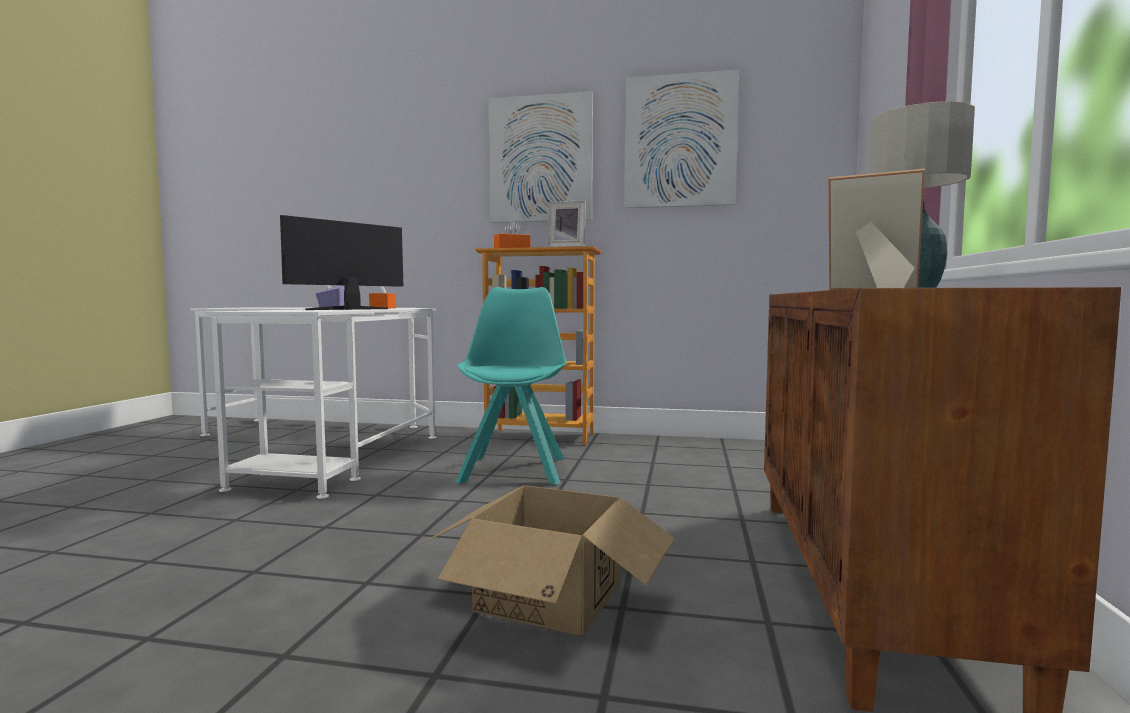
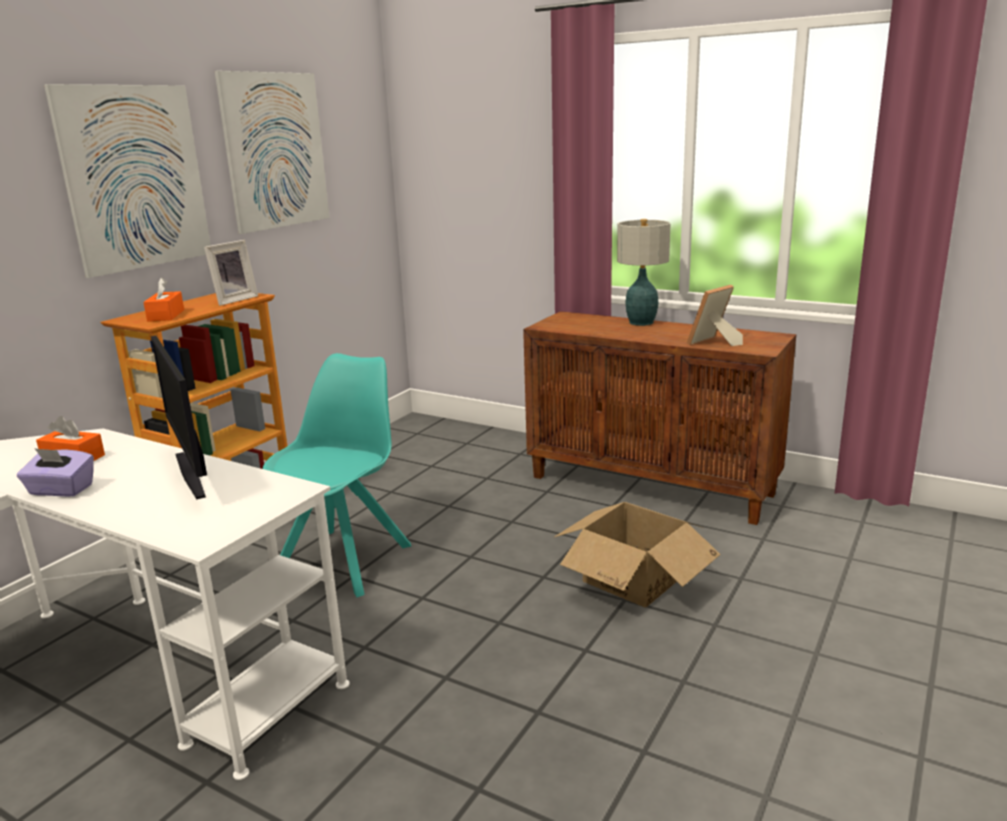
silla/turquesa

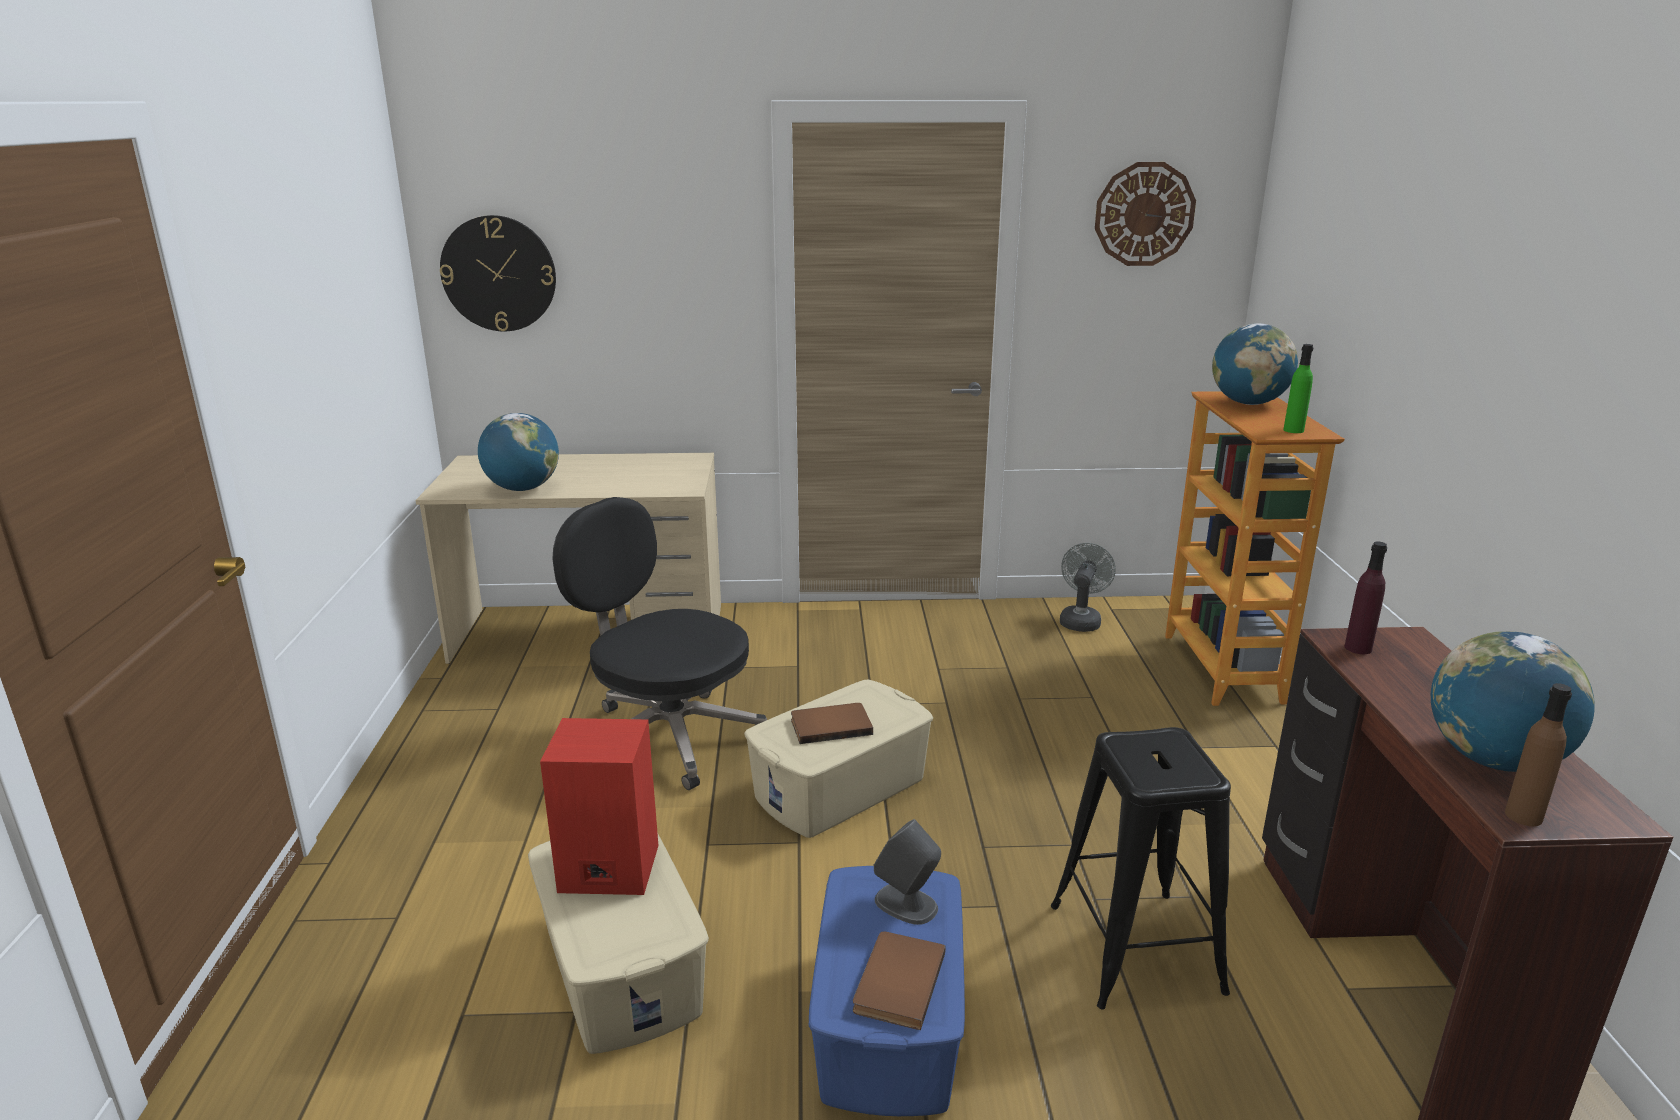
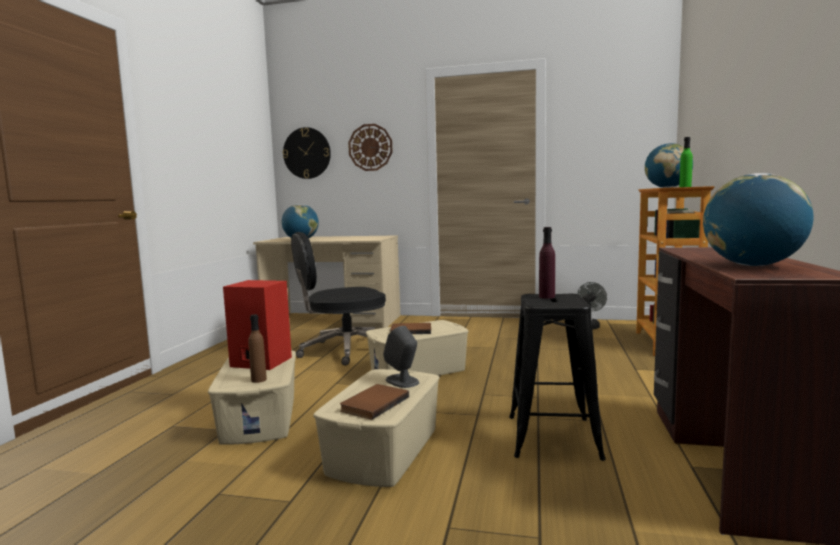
reloj de pared (2nd from left); botella/morado; botella/marrón; caja de almacenaje/beis (2nd from left); silla de oficina/negro

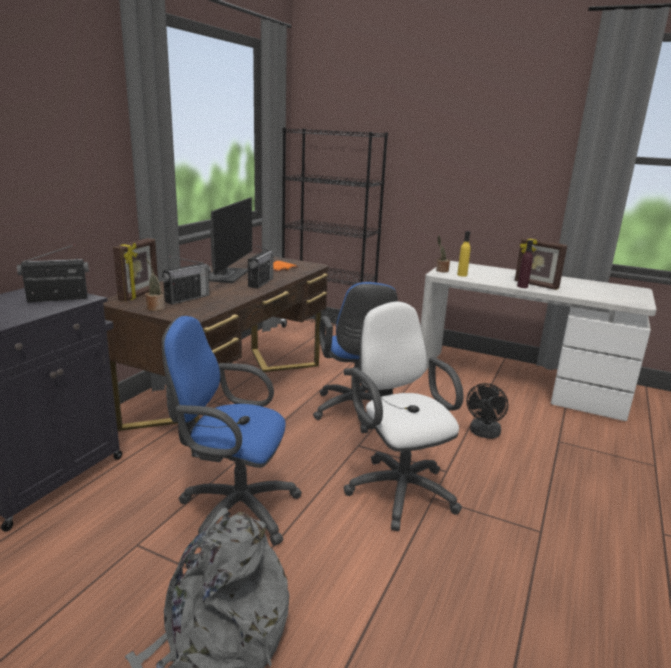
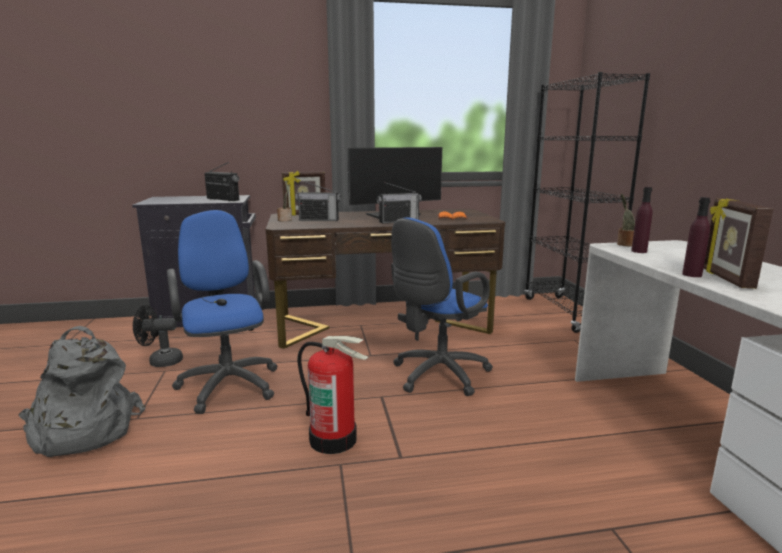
ventilador/negro; extintor; botella/morado (1st from left)

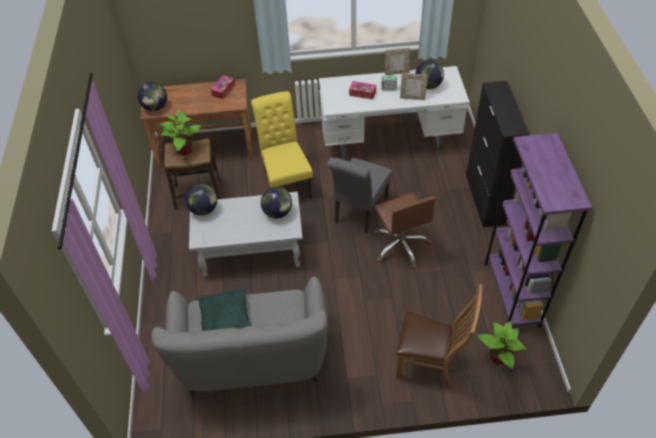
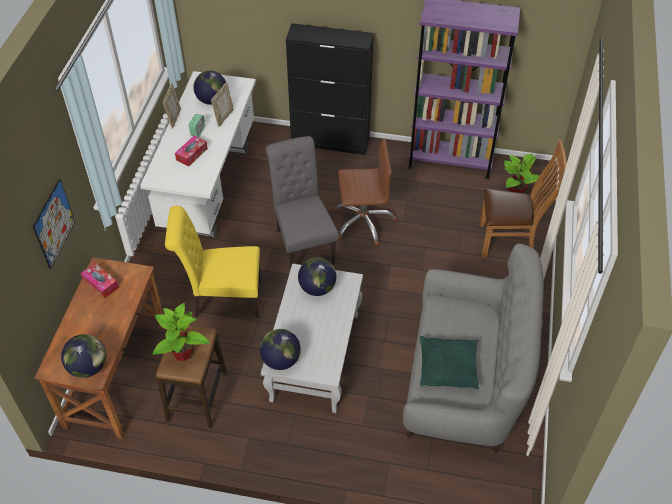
cuadro; silla/gris; silla/marrón

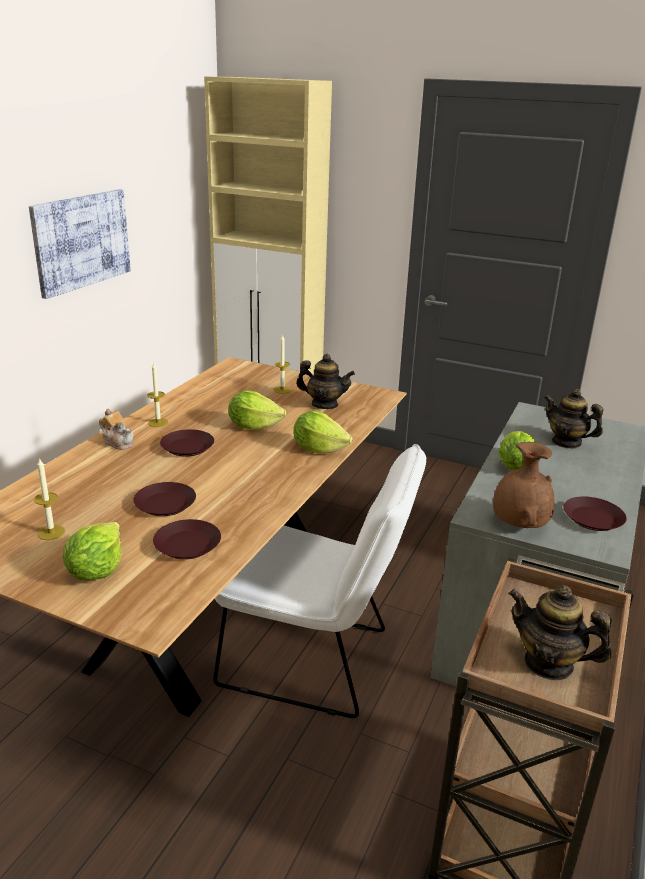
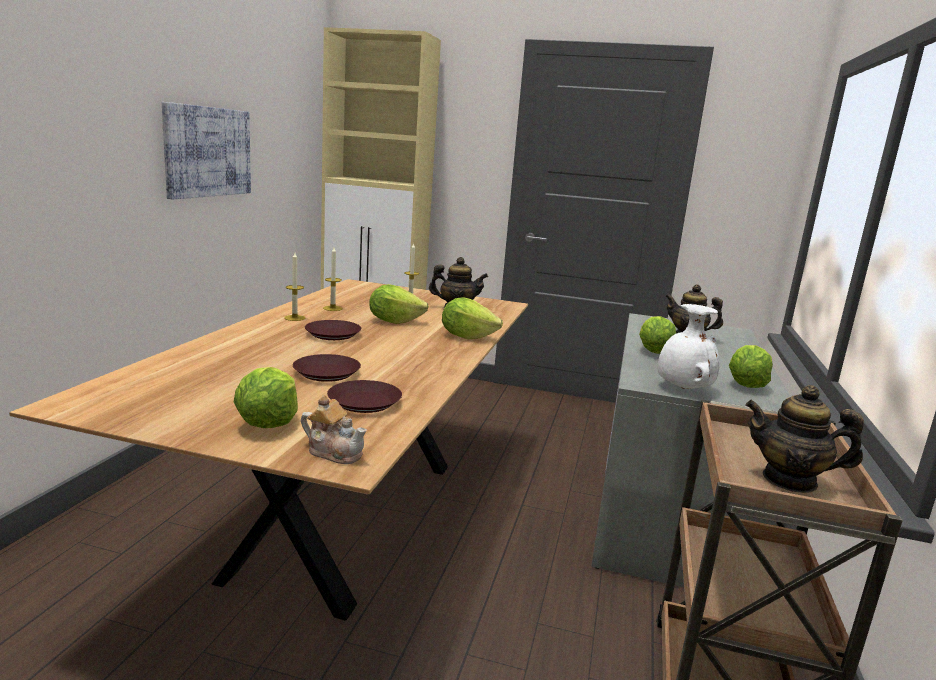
silla/blanco; vela (2nd from left); tetera (1st from left); lechuga (5th from left); florero/blanco

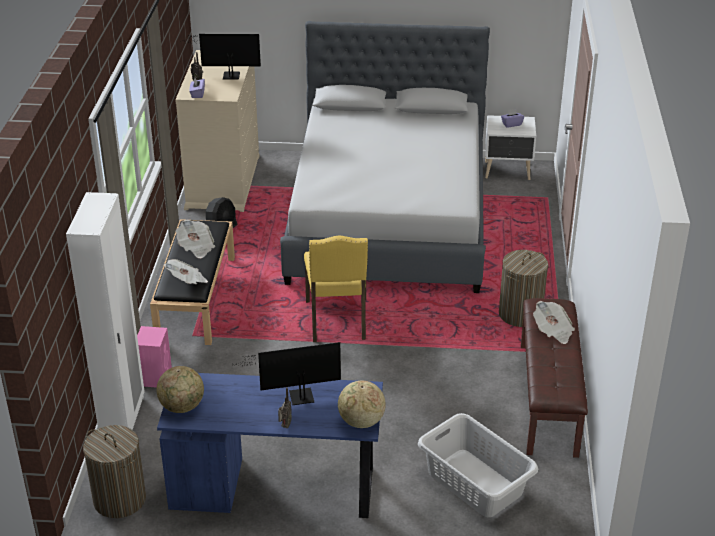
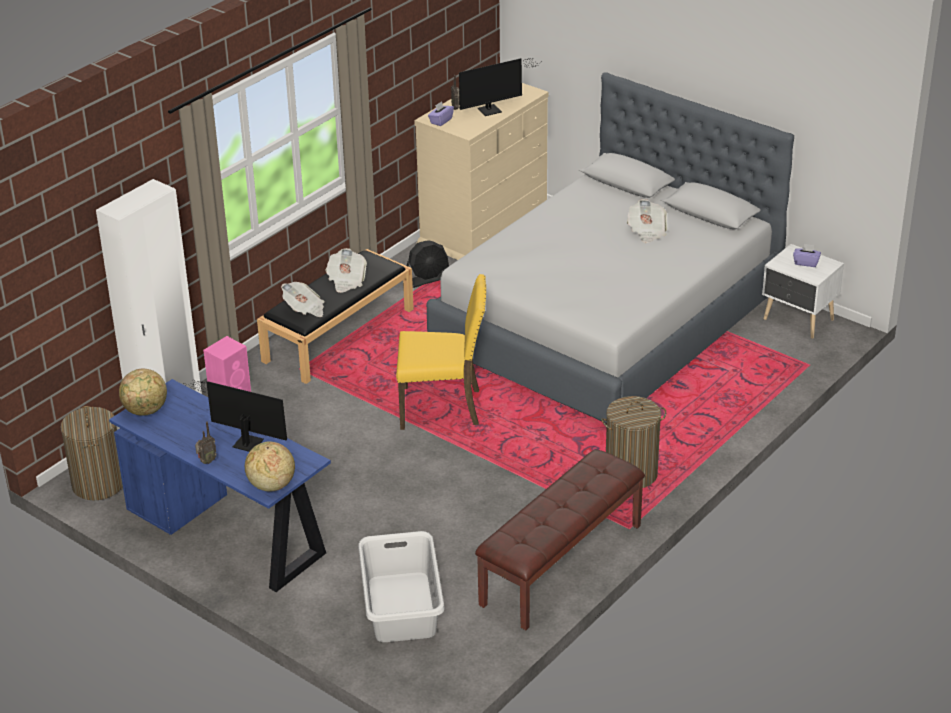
periódico (3rd from left); monitor (2nd from left); silla/amarillo

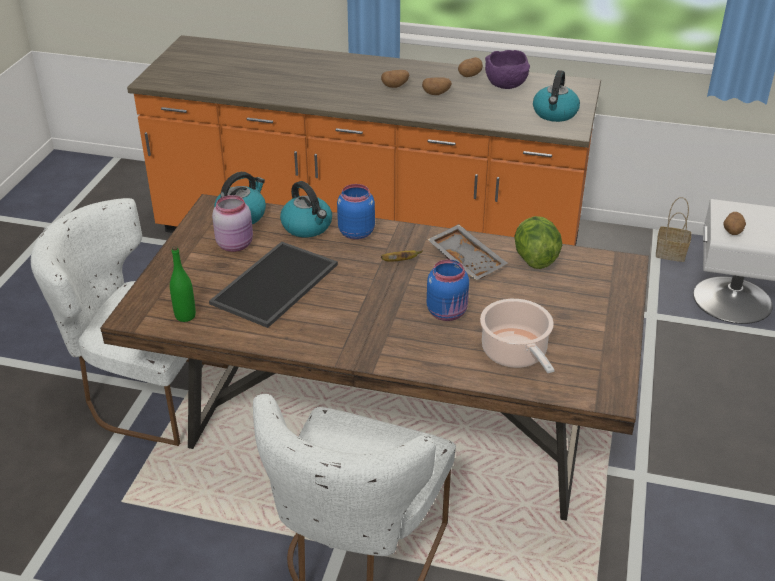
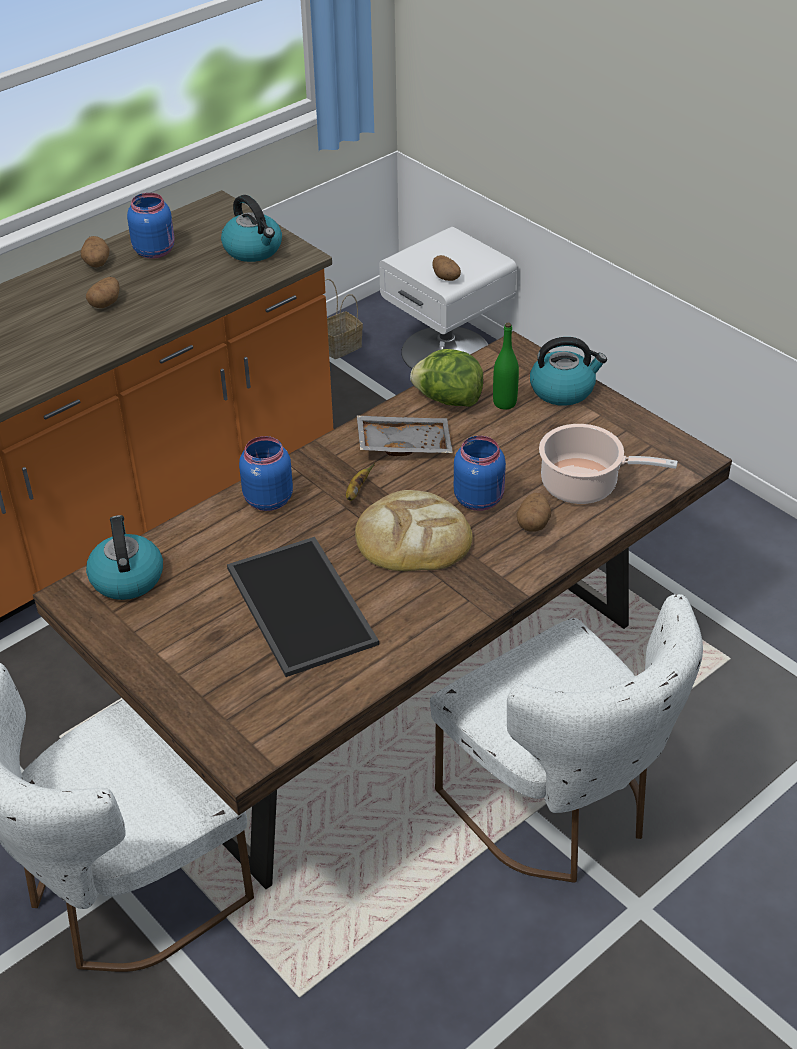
tarro/rosa; pan; botella/verde; hervidor (3rd from left); patata (4th from left); tarro/azul (1st from left)

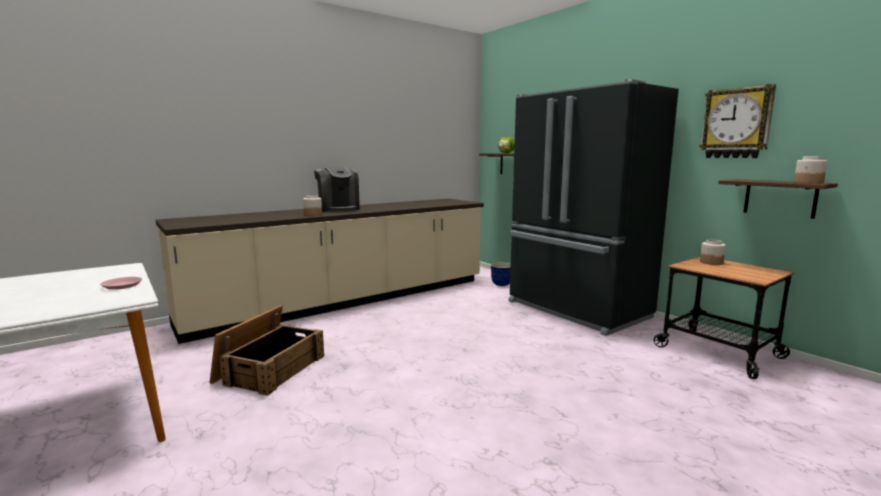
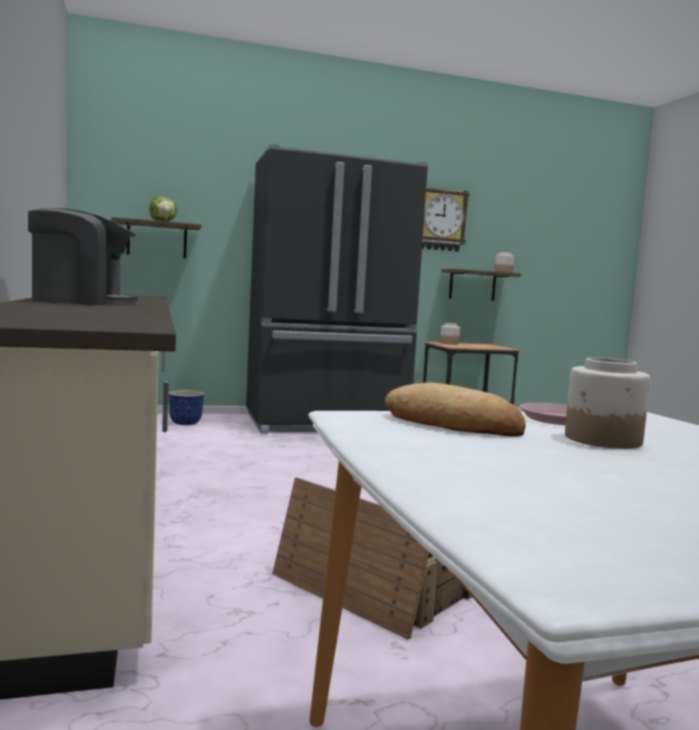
pan; tarro (3rd from left)

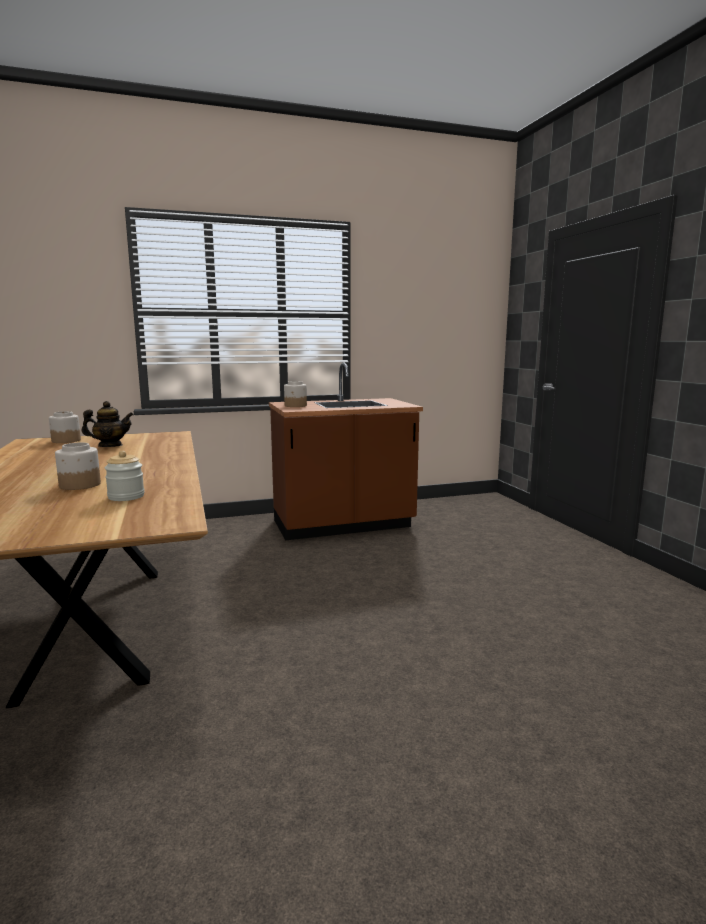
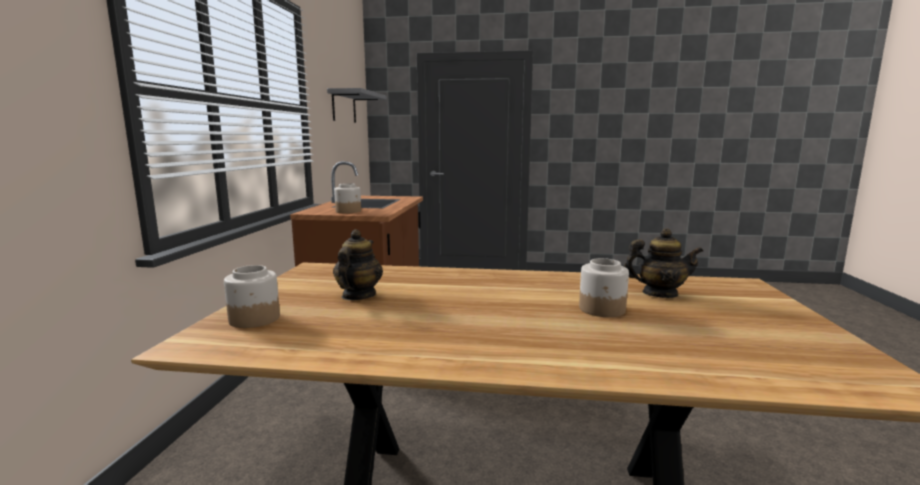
estante/gris; tetera (2nd from left)

